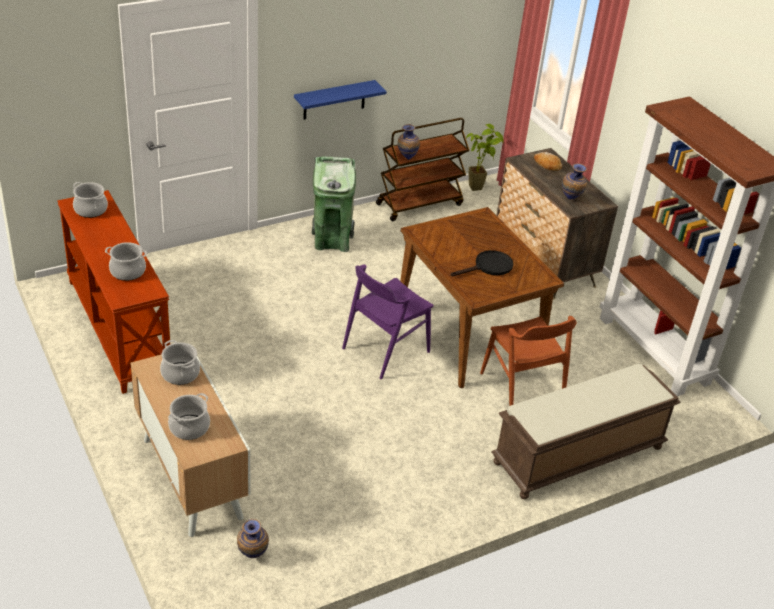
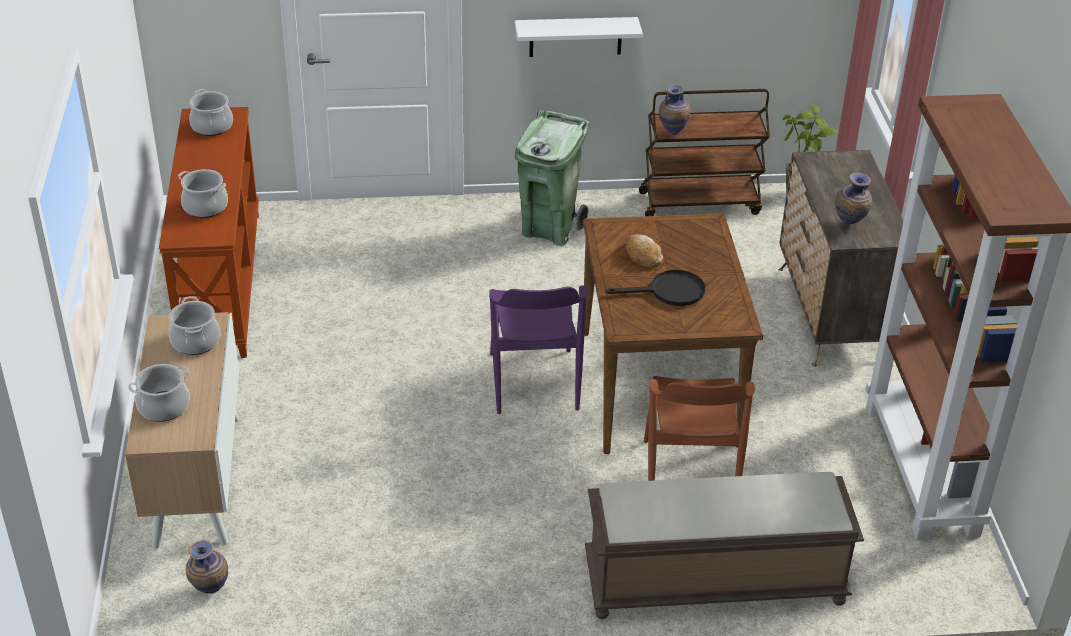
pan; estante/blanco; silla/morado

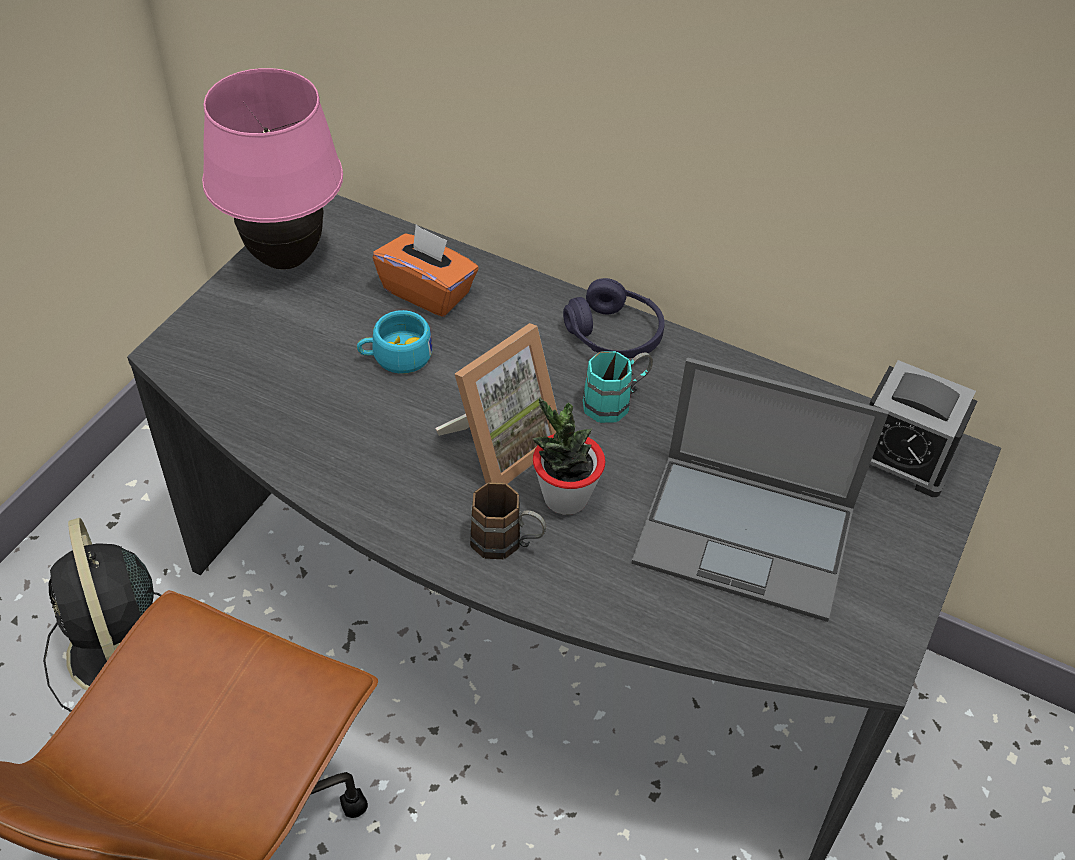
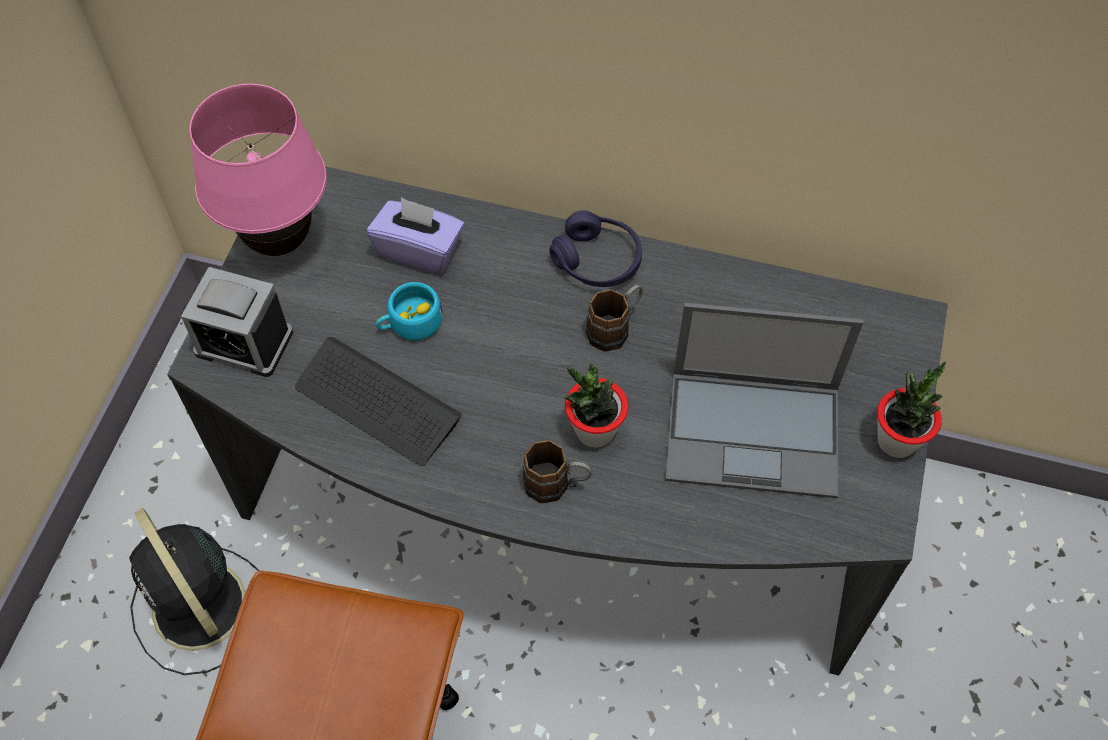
portarretratos; teclado; planta en maceta (2nd from left); despertador; caja de pañuelos/morado; taza grande/marrón (2nd from left)

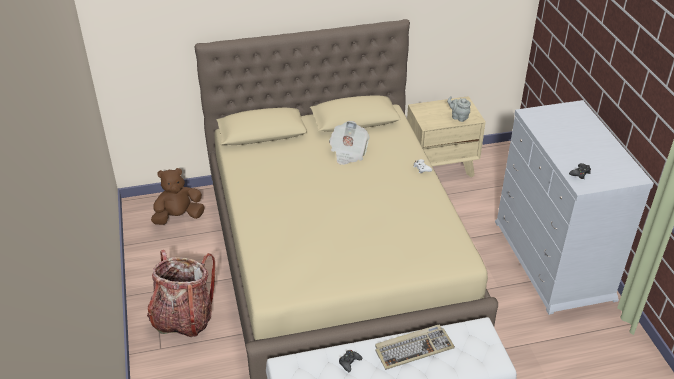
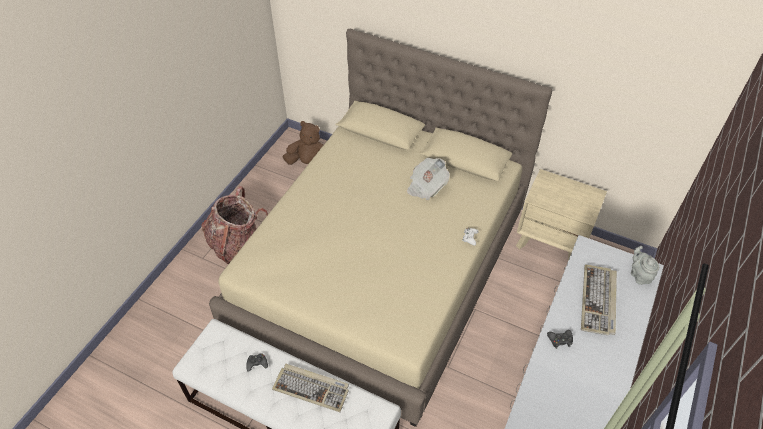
teclado (2nd from left); tetera/gris

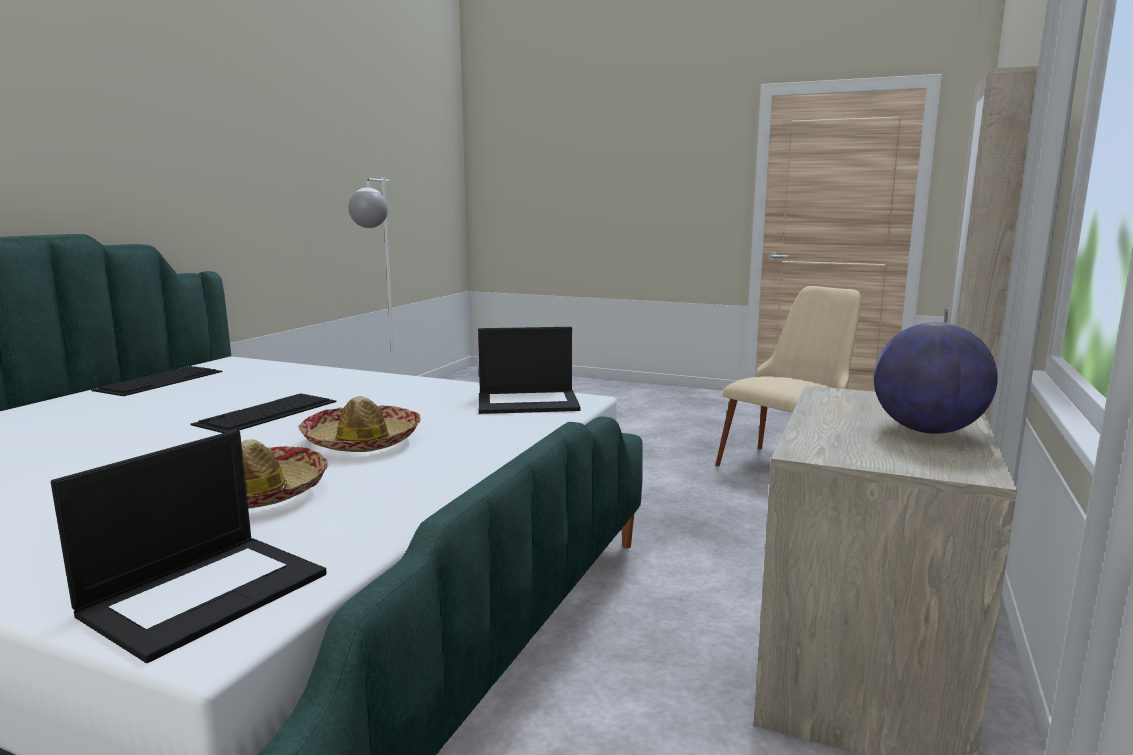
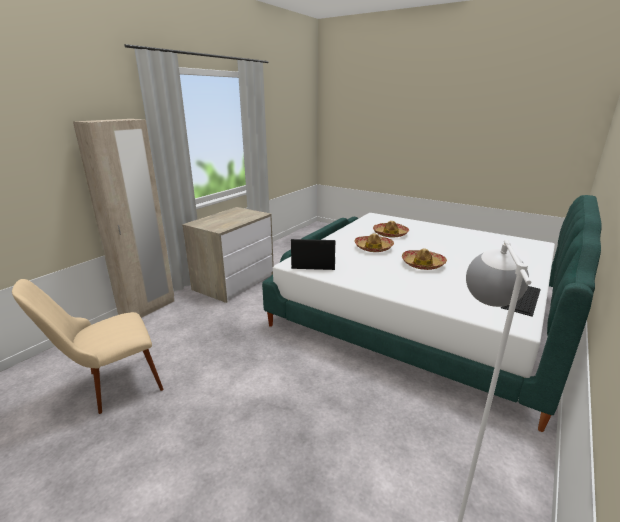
portátil (1st from left in the first image); globo terráqueo; sombrero (3rd from left)

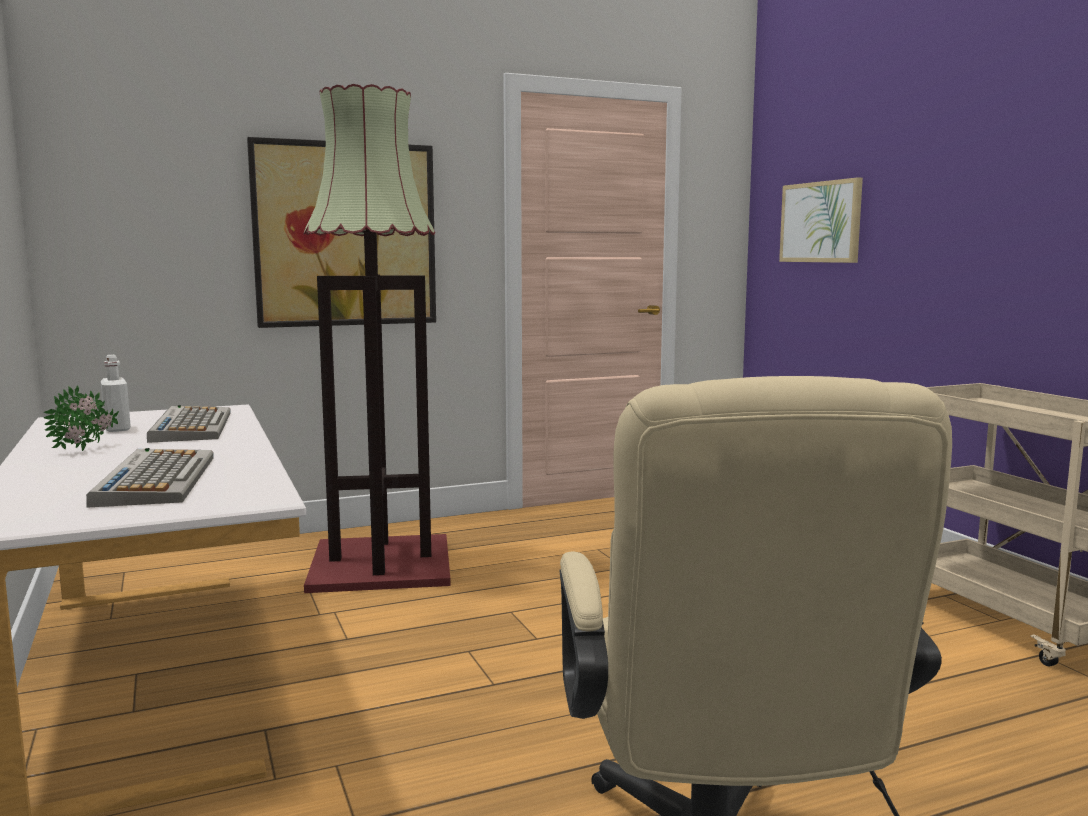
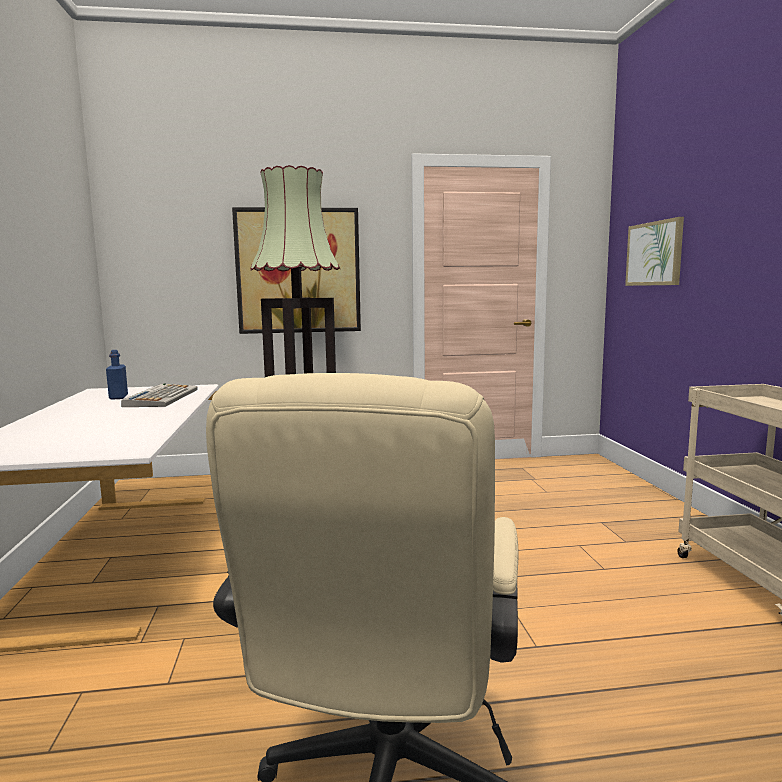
planta en maceta; teclado (1st from left in the first image); botella/azul

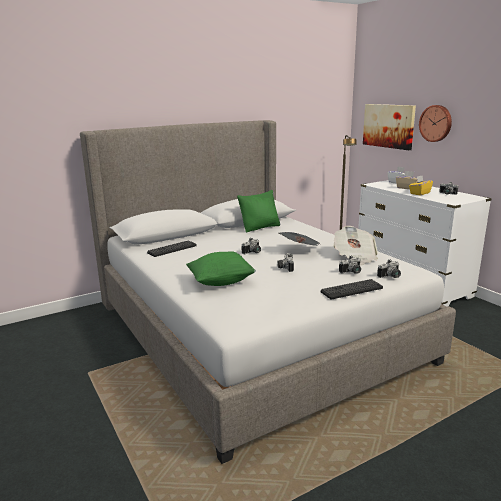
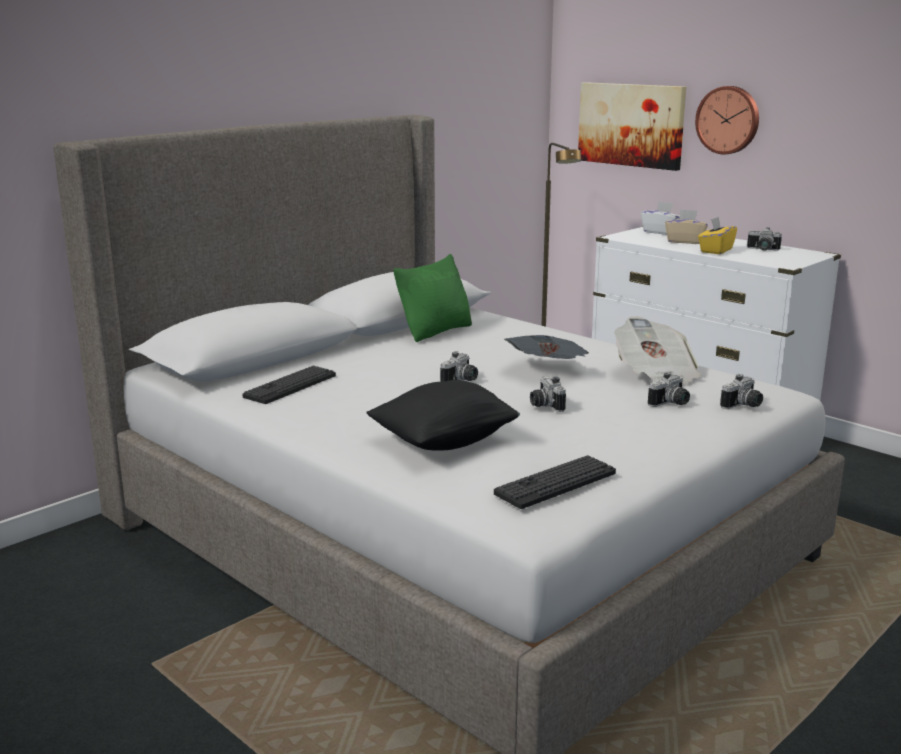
teclado (2nd from left); cojín/negro

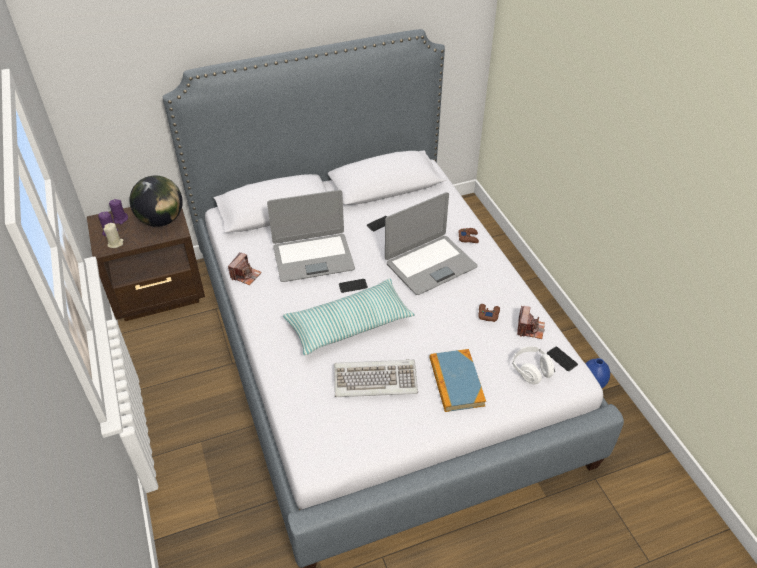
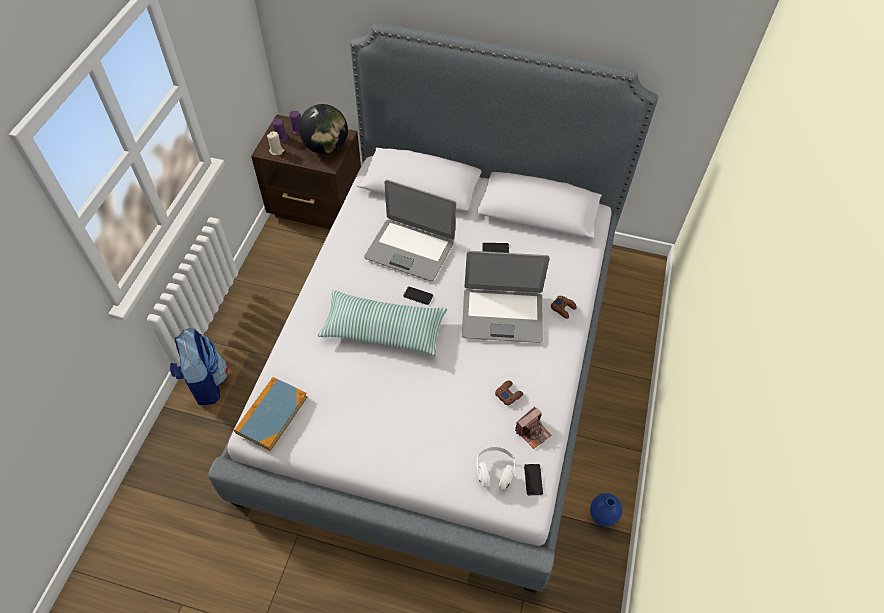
cámara (1st from left in the first image); teclado; mochila; libro

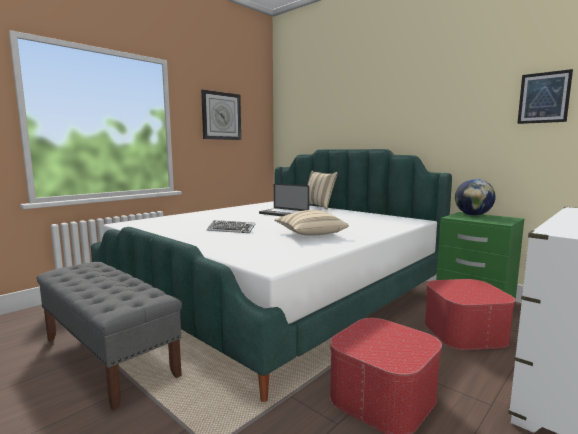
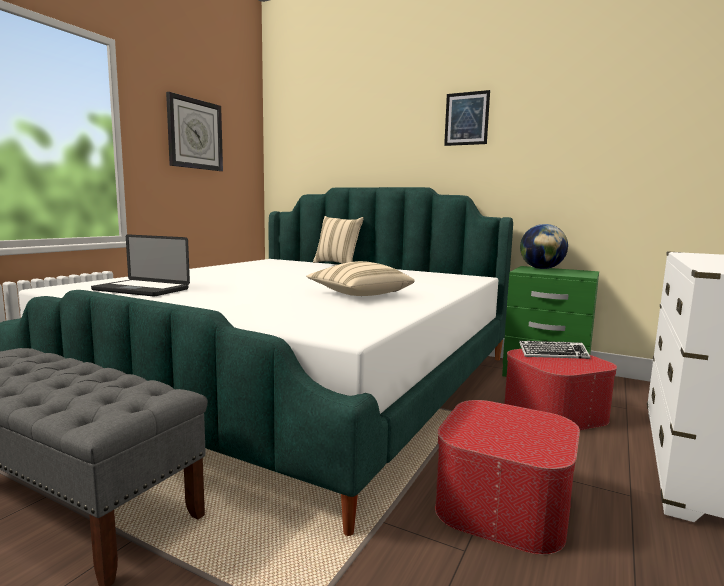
teclado; portátil; cuadro

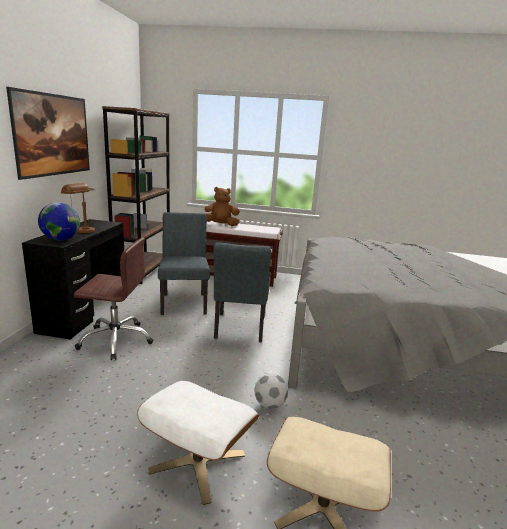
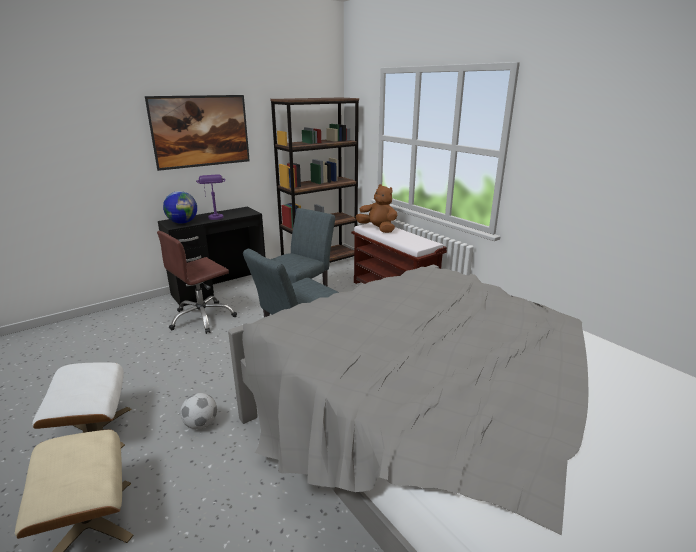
lámpara de mesa/morado; silla de oficina/marrón

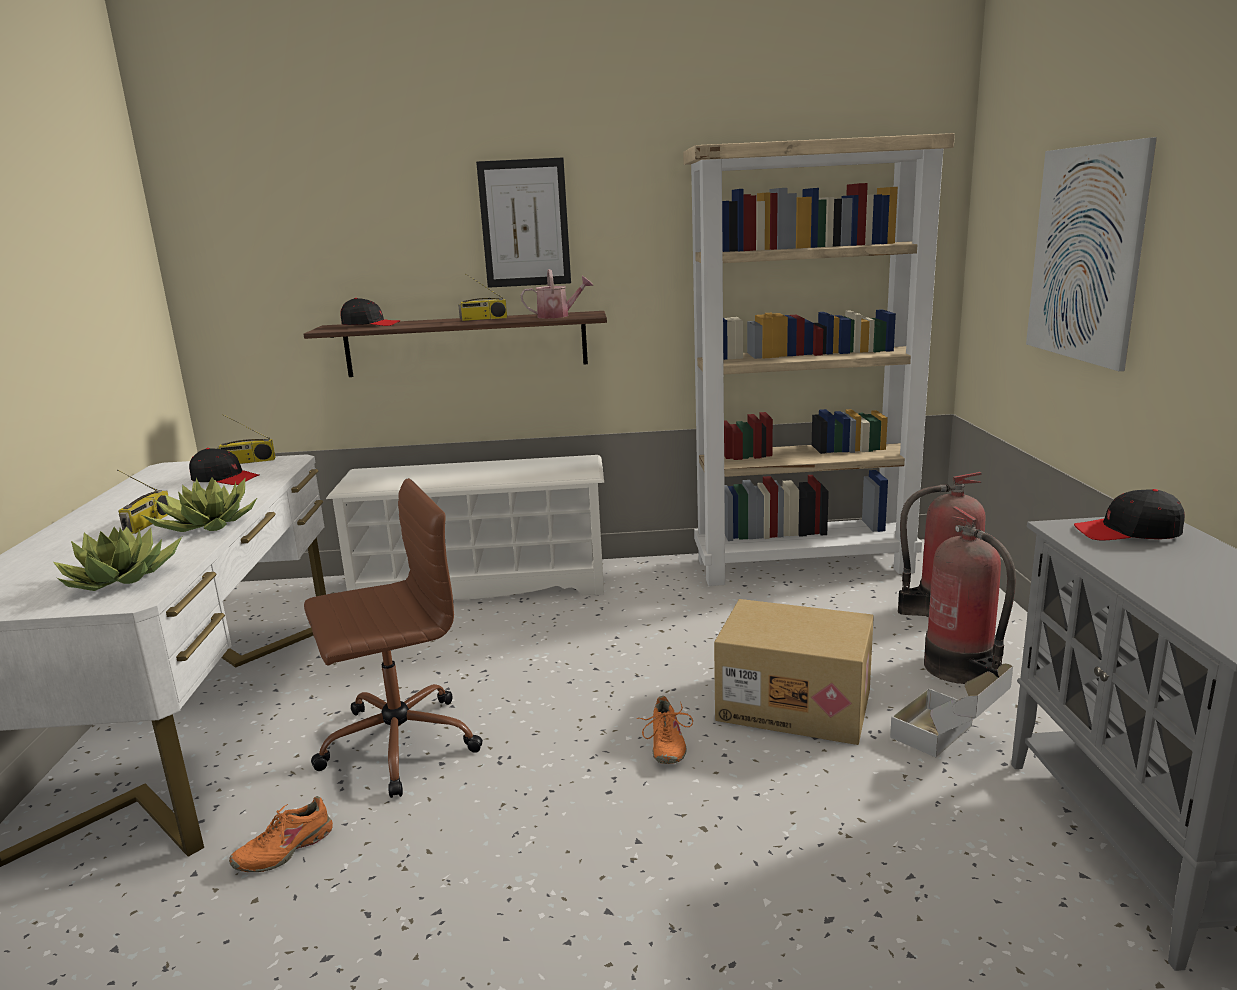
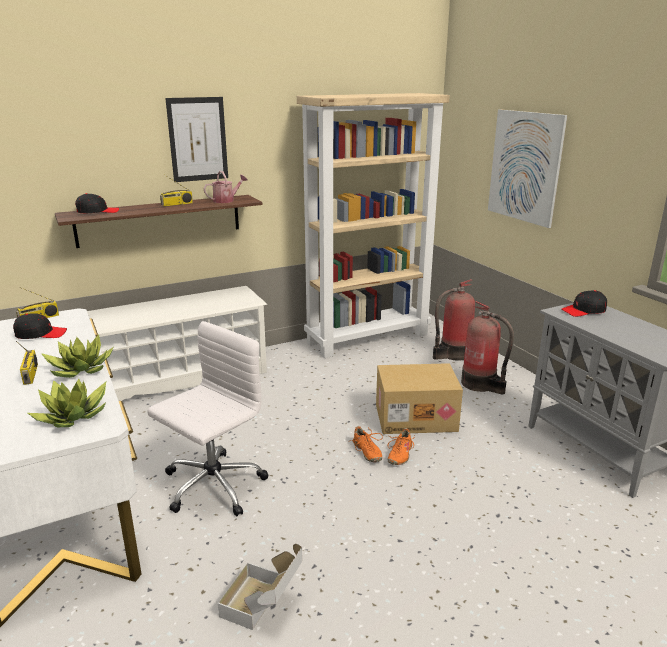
zapato/naranja (2nd from left); caja de cartón (1st from left); silla de oficina/blanco

